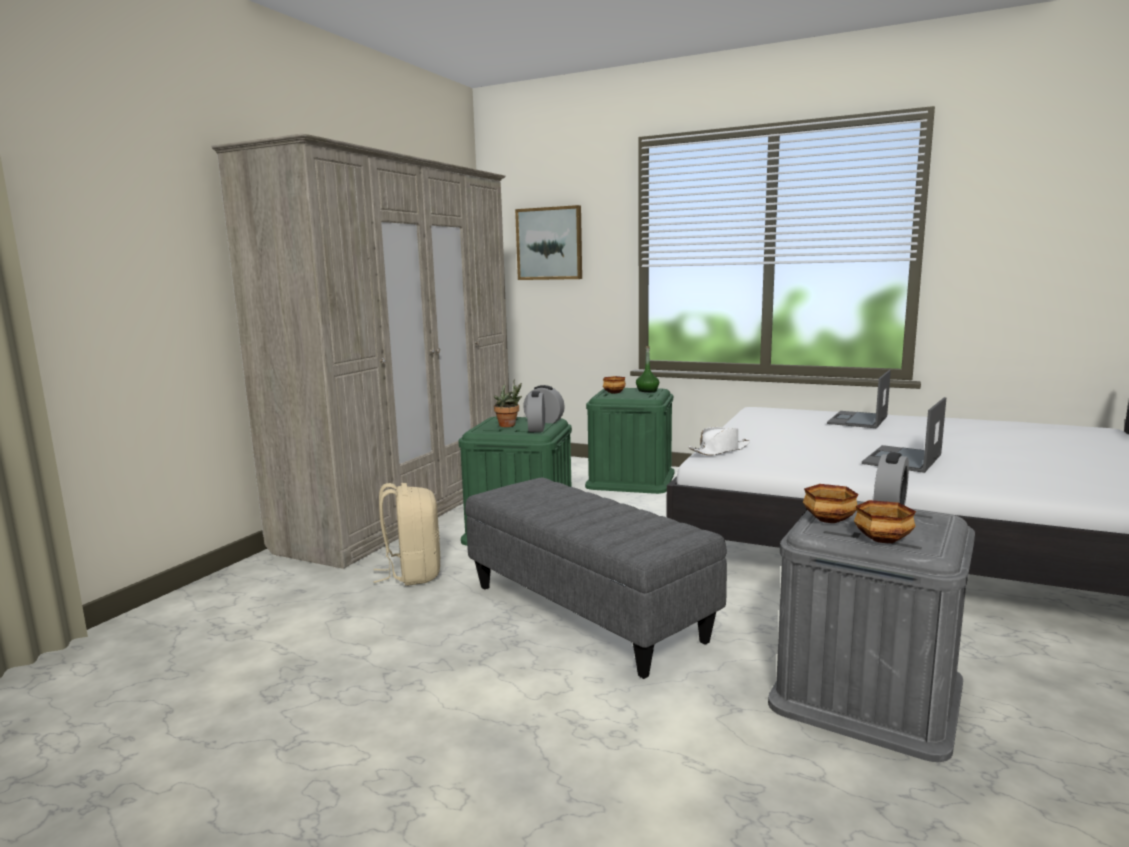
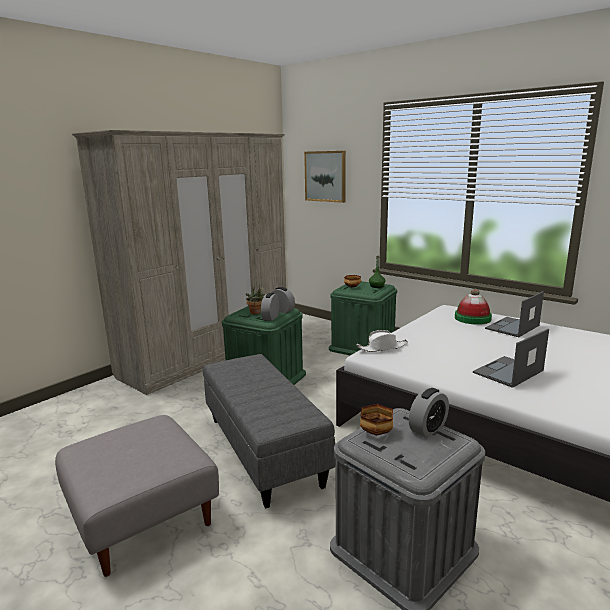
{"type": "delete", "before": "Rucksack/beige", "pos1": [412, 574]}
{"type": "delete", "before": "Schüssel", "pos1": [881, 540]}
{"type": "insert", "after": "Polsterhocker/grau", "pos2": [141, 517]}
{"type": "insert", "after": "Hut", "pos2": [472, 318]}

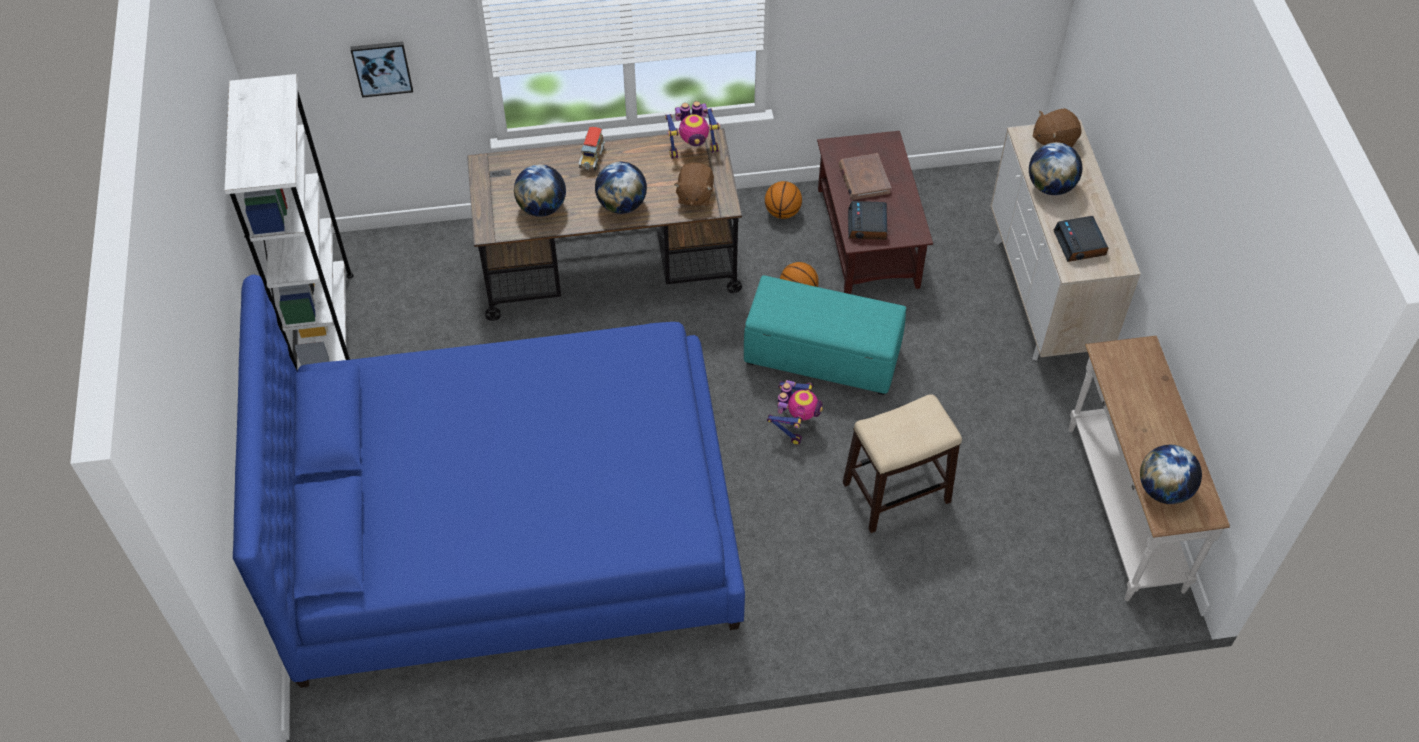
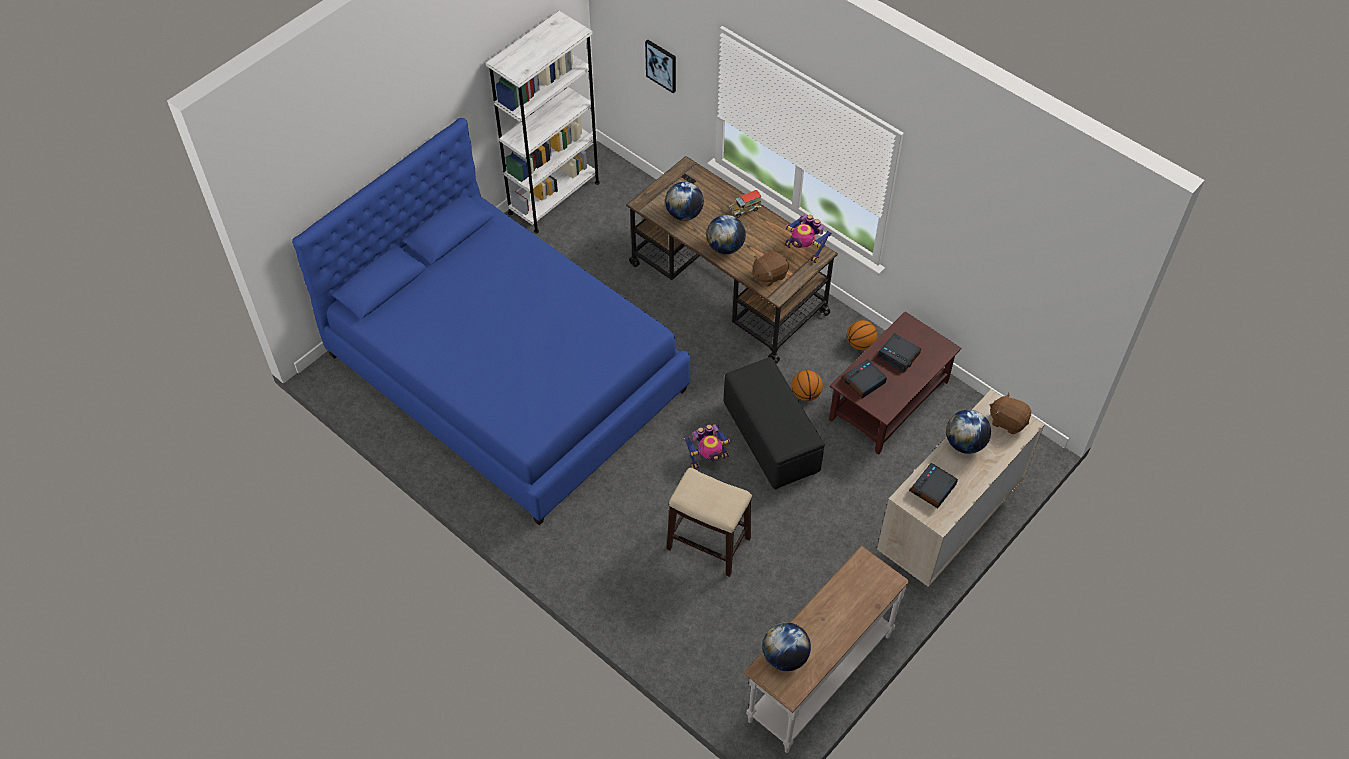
{"type": "recolor", "before": "Polsterhocker/türkis", "after": "Polsterhocker/schwarz", "pos1": [820, 356], "pos2": [770, 437]}
{"type": "replace", "before": "Buch/braun", "after": "Wecker", "pos1": [864, 179], "pos2": [899, 355]}

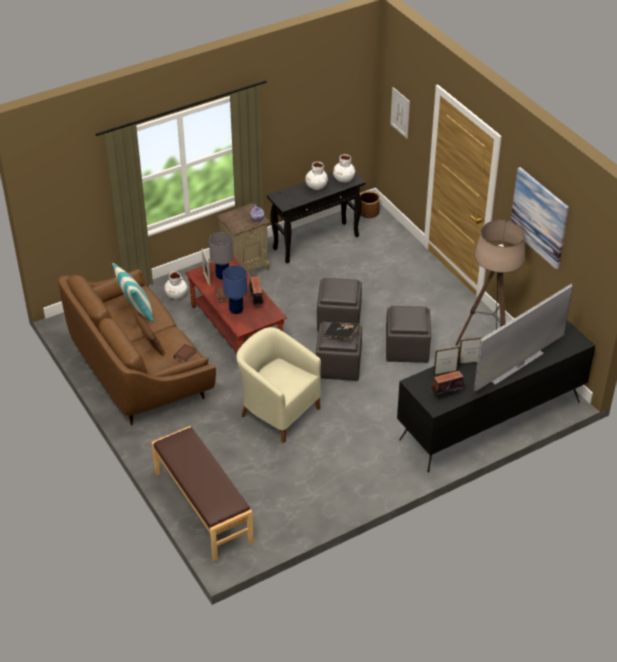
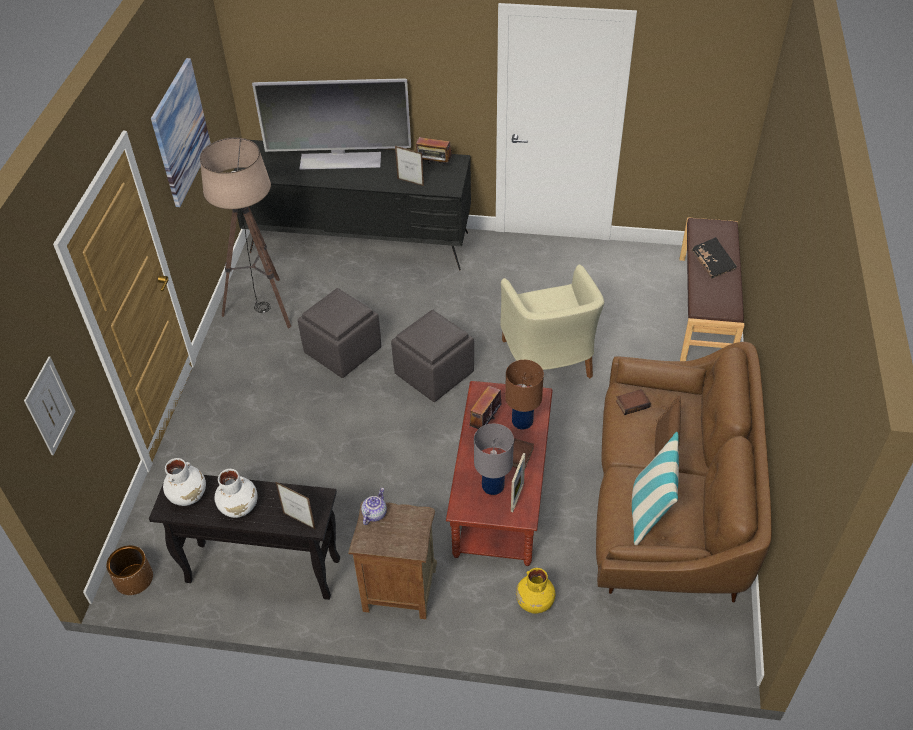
{"type": "recolor", "before": "Vase/weiß", "after": "Vase/gelb", "pos1": [176, 295], "pos2": [534, 602]}
{"type": "recolor", "before": "Tischlampe/blau", "after": "Tischlampe/braun", "pos1": [236, 310], "pos2": [522, 423]}
{"type": "delete", "before": "Polsterhocker/grau", "pos1": [339, 320]}
{"type": "move", "before": "Buch/schwarz", "pos1": [341, 335], "pos2": [712, 263]}
{"type": "move", "before": "Bilderrahmen", "pos1": [470, 363], "pos2": [299, 521]}

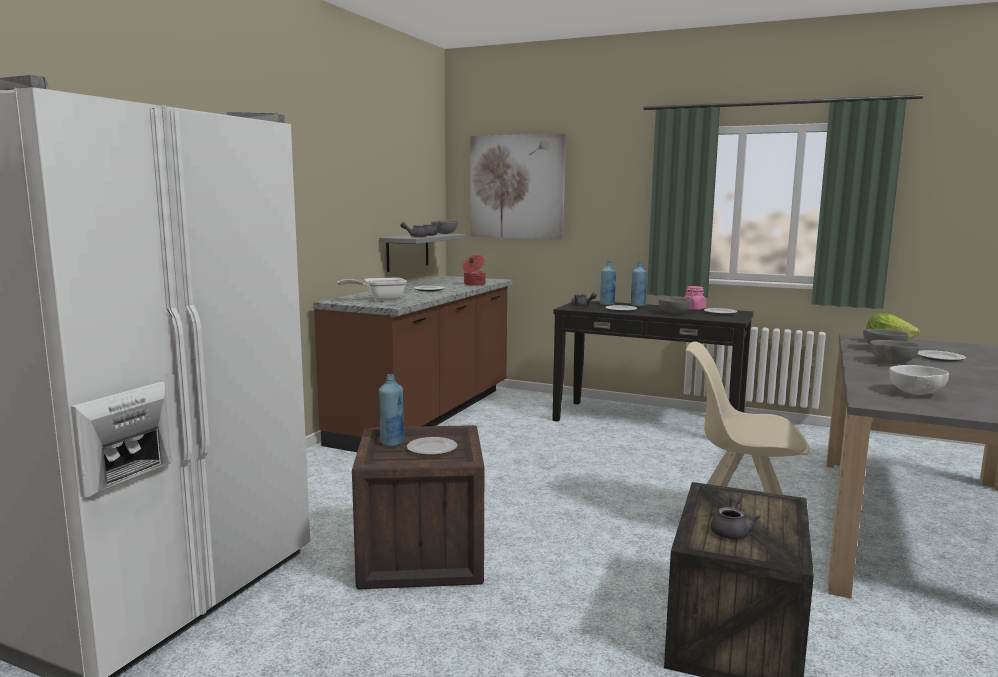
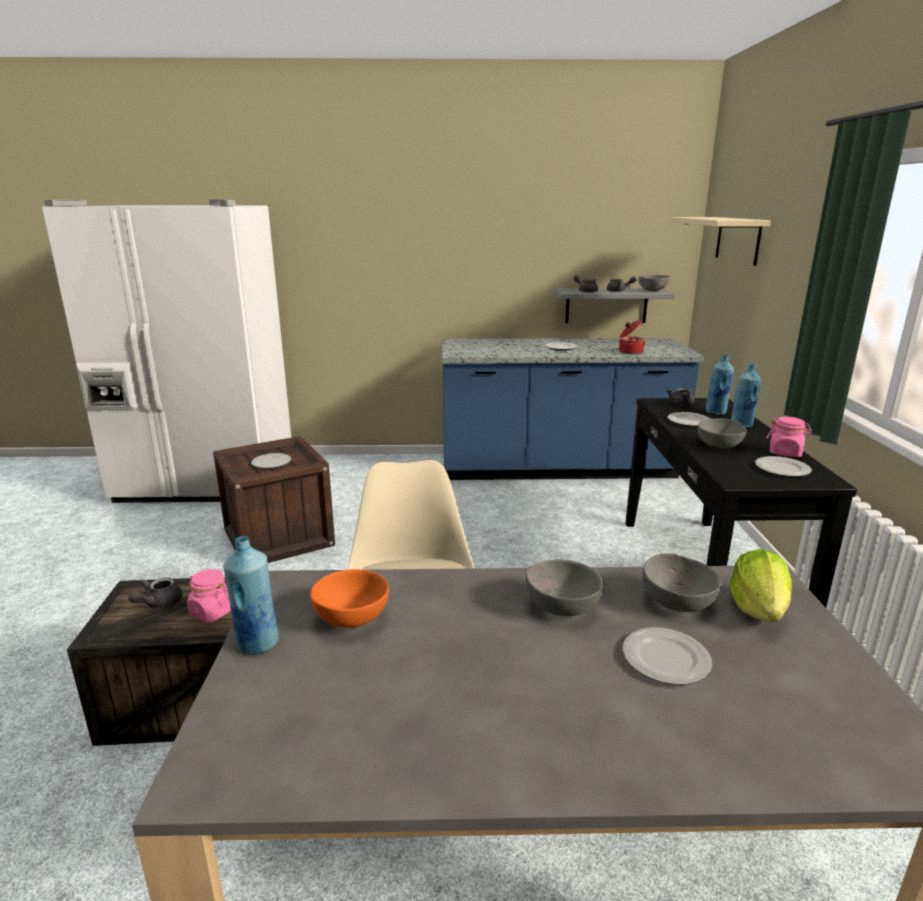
{"type": "recolor", "before": "Küchenzeile/braun", "after": "Küchenzeile/blau", "pos1": [427, 416], "pos2": [558, 470]}
{"type": "delete", "before": "Pfanne", "pos1": [380, 299]}
{"type": "move", "before": "Flasche/blau", "pos1": [392, 443], "pos2": [257, 643]}
{"type": "replace", "before": "Bild", "after": "Wandregal/beige", "pos1": [516, 187], "pos2": [738, 240]}
{"type": "rotate", "before": "Teekanne/grau", "pos1": [731, 531], "pos2": [159, 603], "turn": 120}
{"type": "recolor", "before": "Schüssel/weiß", "after": "Schüssel/orange", "pos1": [916, 394], "pos2": [349, 618]}
{"type": "insert", "after": "Vorratsglas/rosa", "pos2": [212, 612]}

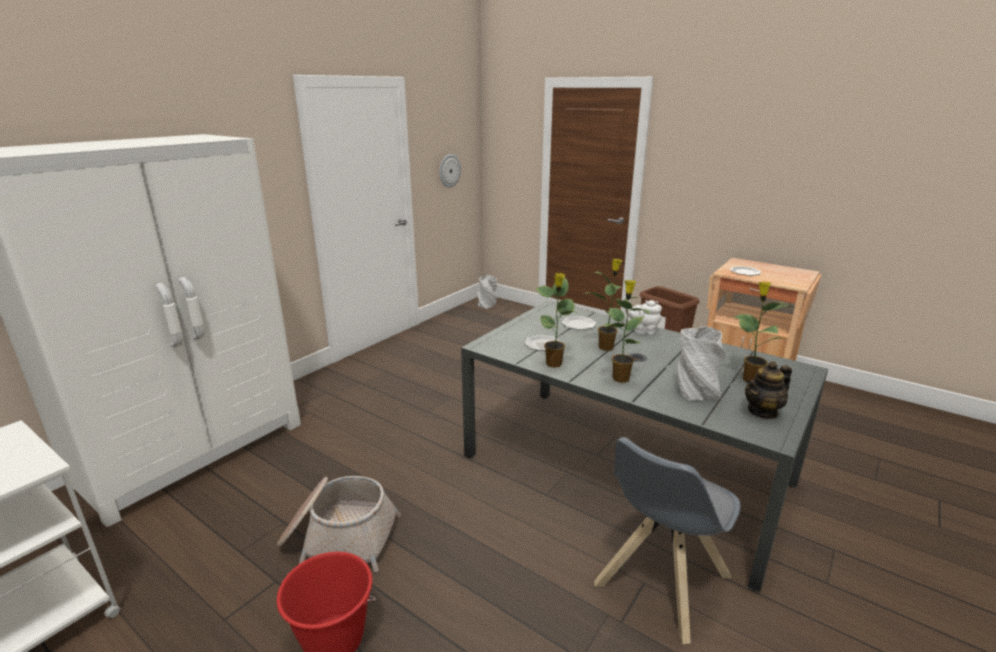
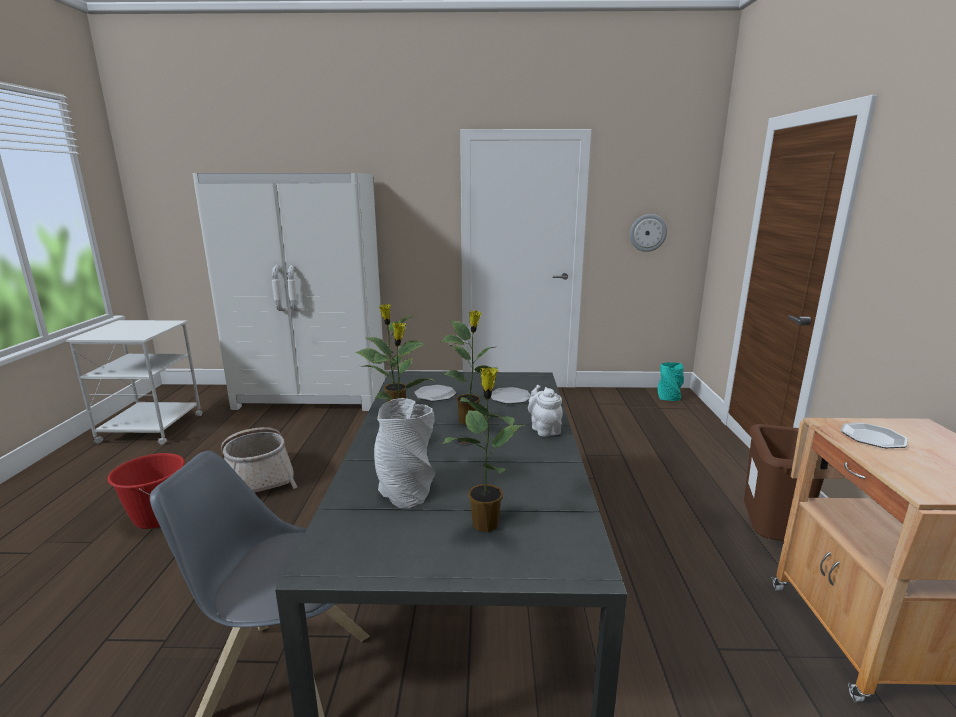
{"type": "recolor", "before": "Vase/grau", "after": "Vase/türkis", "pos1": [487, 305], "pos2": [669, 398]}
{"type": "delete", "before": "Teekanne", "pos1": [763, 411]}

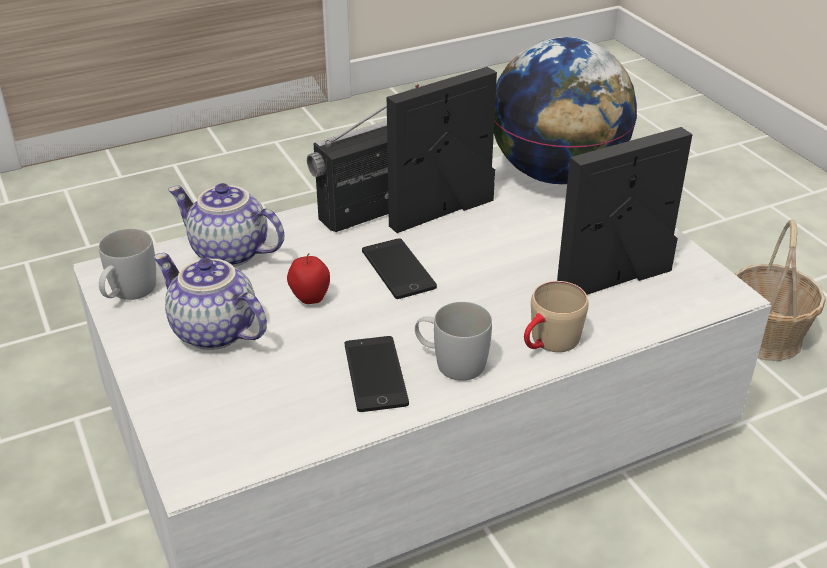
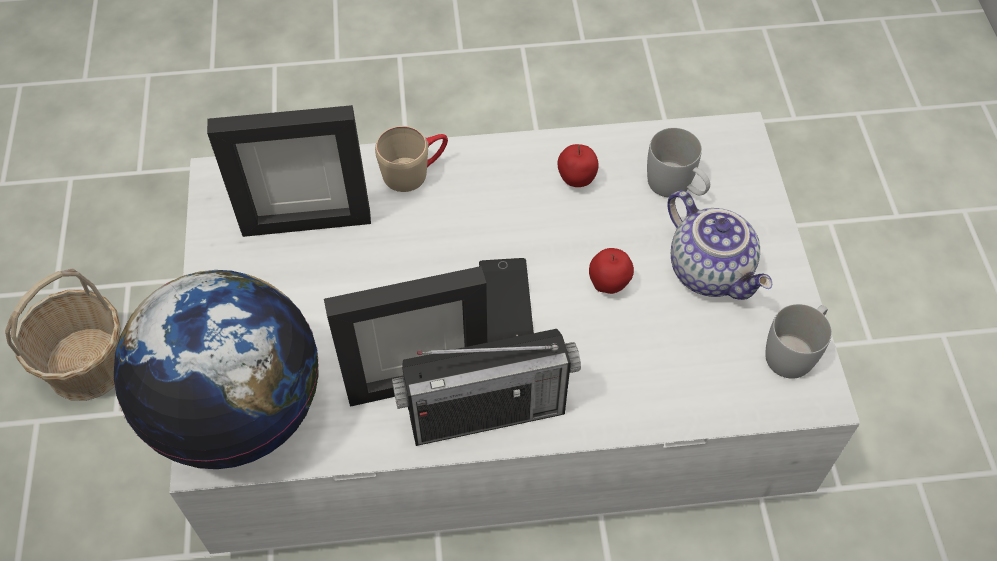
{"type": "delete", "before": "Teekanne", "pos1": [228, 253]}
{"type": "replace", "before": "Handy", "after": "Apfel", "pos1": [375, 374], "pos2": [576, 181]}
{"type": "move", "before": "Henkelbecher/weiß", "pos1": [451, 362], "pos2": [676, 187]}

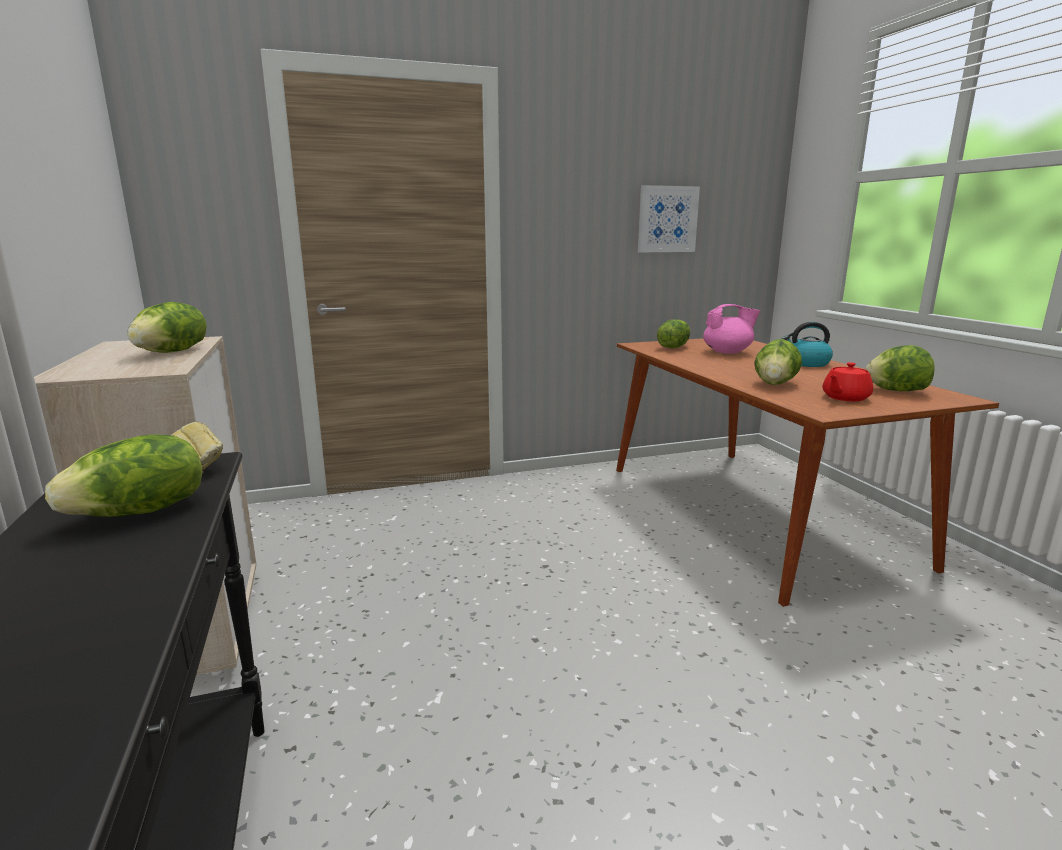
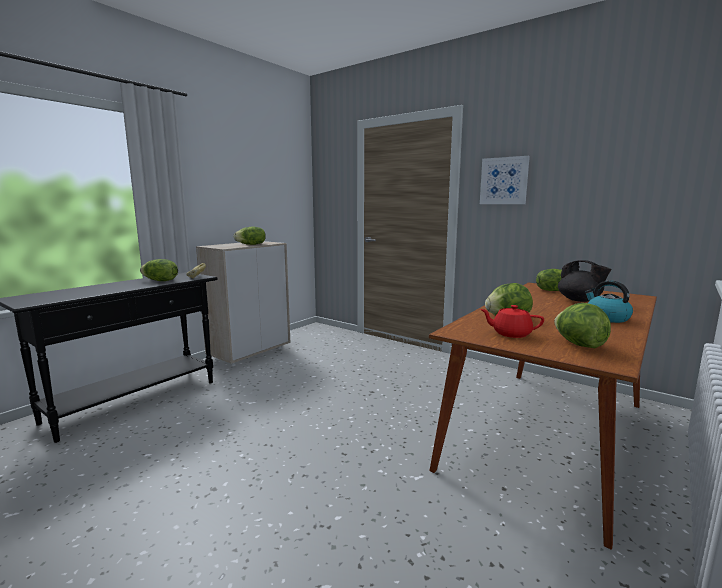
{"type": "move", "before": "Bild", "pos1": [667, 219], "pos2": [504, 181]}
{"type": "recolor", "before": "Teekanne/rosa", "after": "Teekanne/schwarz", "pos1": [728, 352], "pos2": [579, 300]}

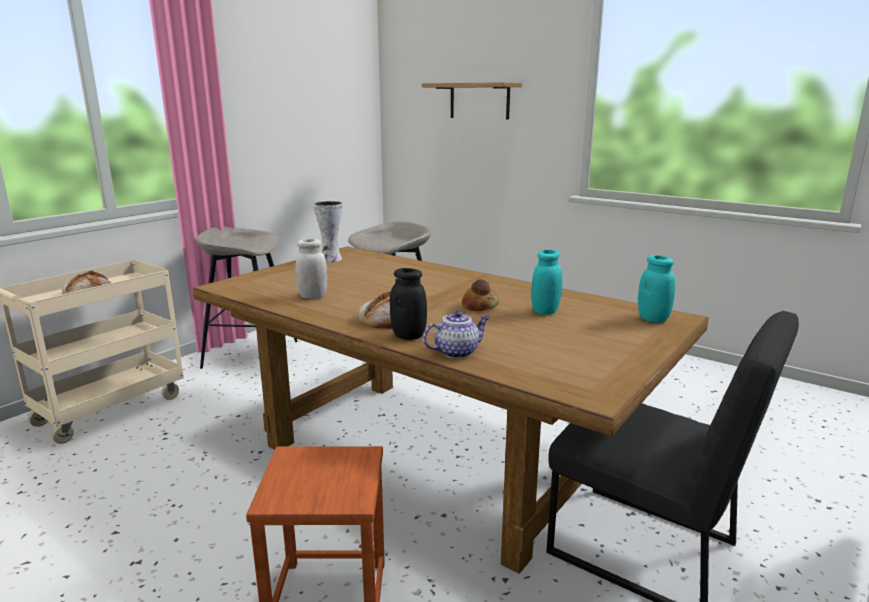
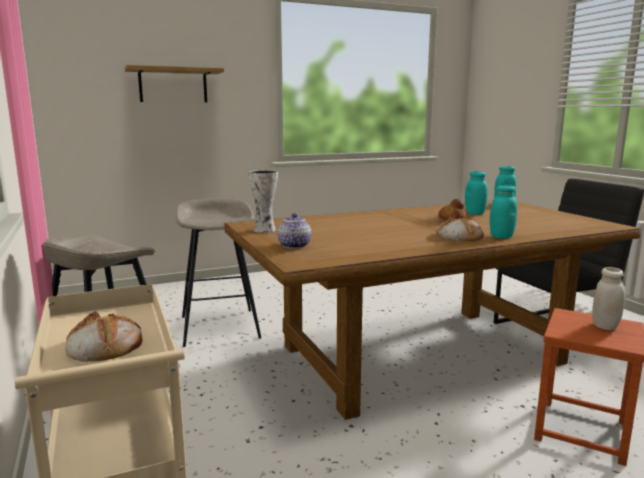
{"type": "move", "before": "Vorratsglas/weiß", "pos1": [312, 296], "pos2": [605, 326]}
{"type": "recolor", "before": "Vorratsglas/schwarz", "after": "Vorratsglas/türkis", "pos1": [408, 336], "pos2": [501, 236]}
{"type": "move", "before": "Teekanne", "pos1": [457, 352], "pos2": [294, 245]}

